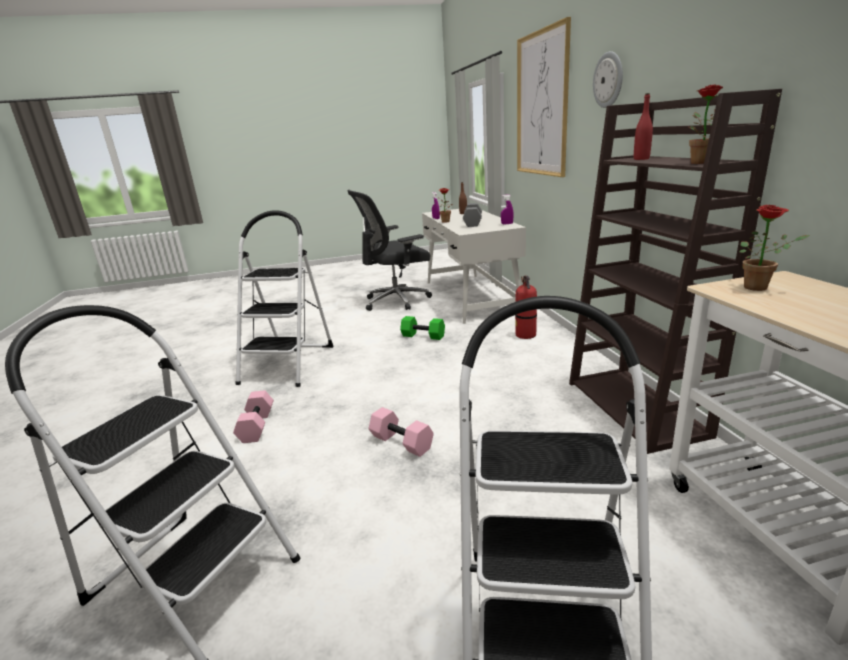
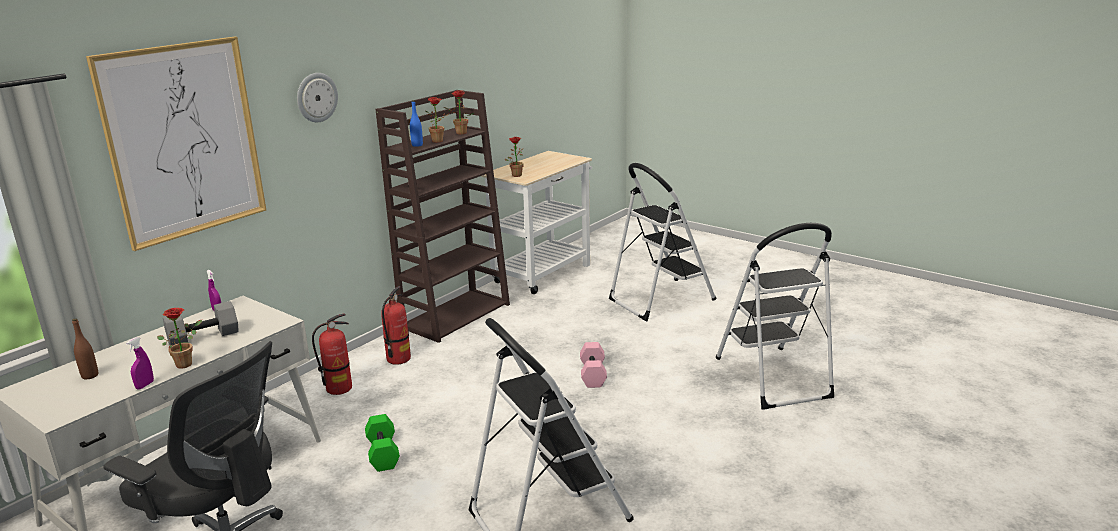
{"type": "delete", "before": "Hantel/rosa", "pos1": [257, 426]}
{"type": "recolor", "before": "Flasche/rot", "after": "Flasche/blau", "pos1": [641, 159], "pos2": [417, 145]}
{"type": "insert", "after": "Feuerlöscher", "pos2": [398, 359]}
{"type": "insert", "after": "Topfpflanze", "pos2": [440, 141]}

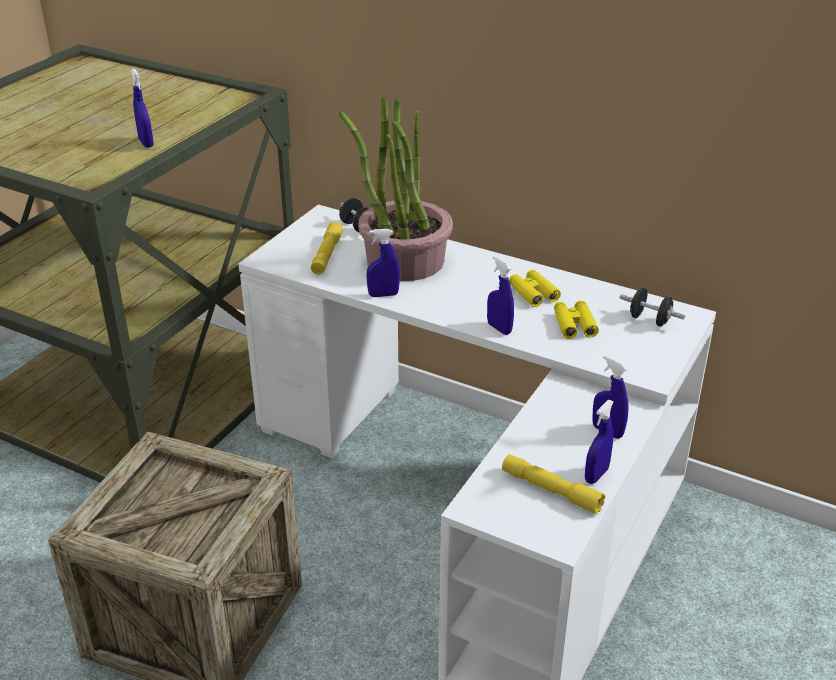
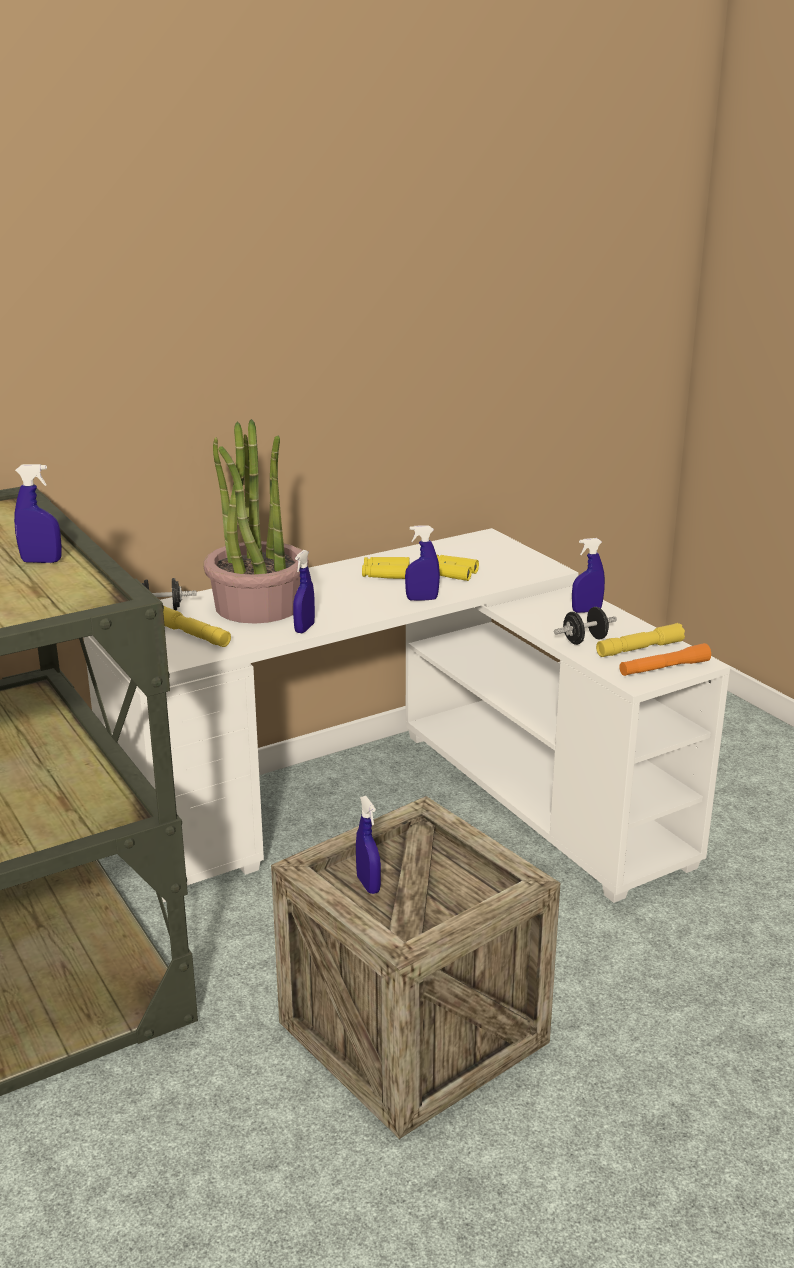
{"type": "move", "before": "Sprühflasche/blau", "pos1": [596, 475], "pos2": [368, 885]}
{"type": "move", "before": "Hantel/schwarz", "pos1": [649, 320], "pos2": [584, 640]}
{"type": "insert", "after": "Taschenlampe/orange", "pos2": [664, 668]}

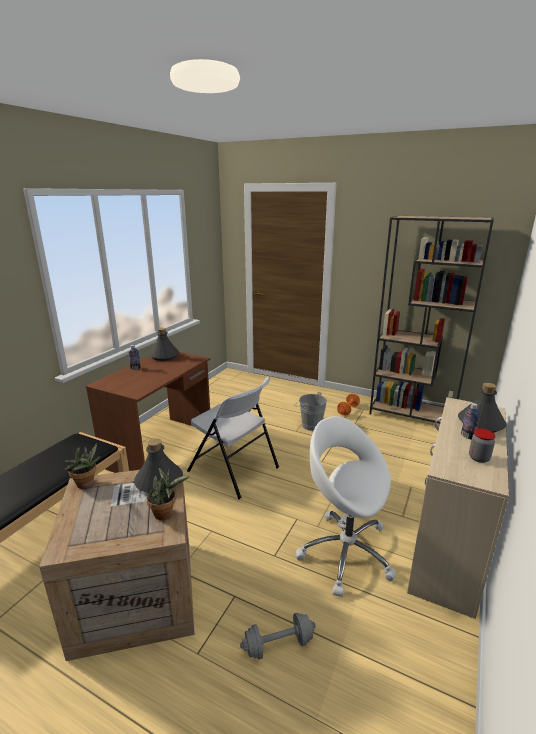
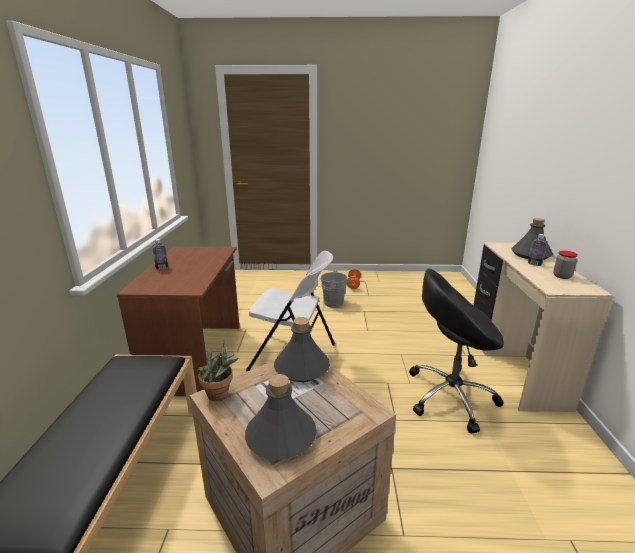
{"type": "delete", "before": "Topfpflanze", "pos1": [166, 513]}
{"type": "move", "before": "Flasche/grau", "pos1": [164, 356], "pos2": [281, 436]}
{"type": "delete", "before": "Hantel/grau", "pos1": [278, 644]}
{"type": "recolor", "before": "Bürostuhl/weiß", "after": "Bürostuhl/schwarz", "pos1": [344, 551], "pos2": [448, 396]}
{"type": "delete", "before": "Bücherregal", "pos1": [412, 415]}

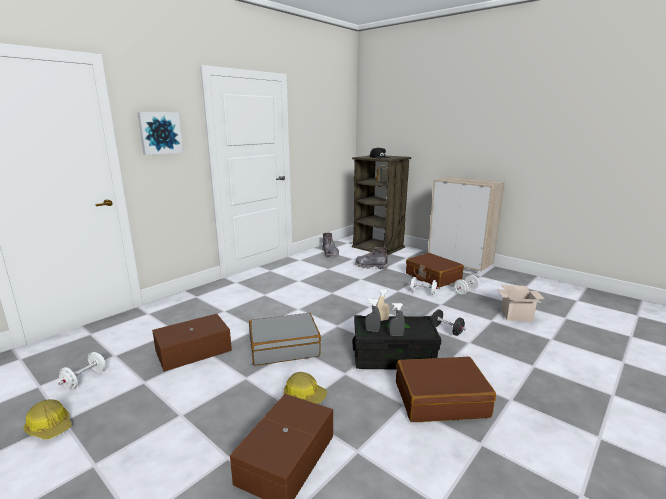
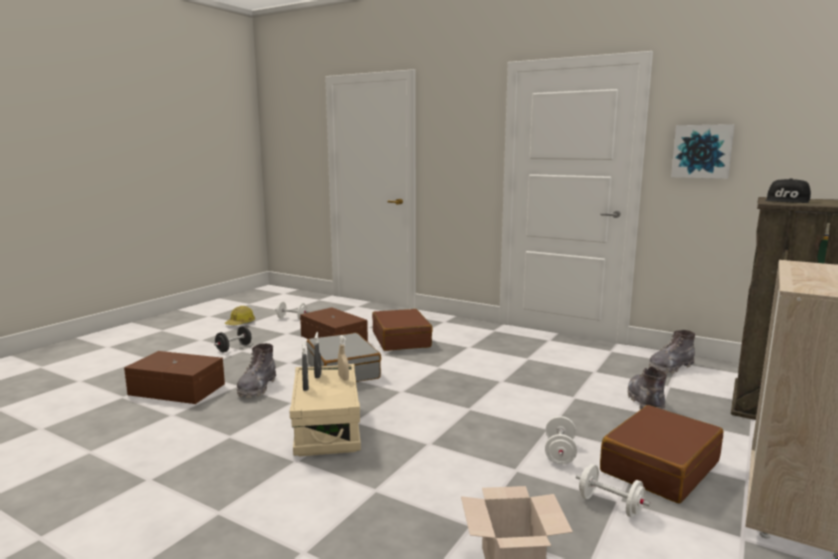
{"type": "move", "before": "Bild", "pos1": [160, 133], "pos2": [702, 151]}
{"type": "replace", "before": "Schutzhelm", "after": "Stiefel/grau", "pos1": [304, 395], "pos2": [257, 387]}
{"type": "recolor", "before": "Aufbewahrungsbox/schwarz", "after": "Aufbewahrungsbox/beige", "pos1": [393, 357], "pos2": [327, 428]}
{"type": "move", "before": "Koffer/braun", "pos1": [440, 399], "pos2": [401, 339]}
{"type": "move", "before": "Hantel/schwarz", "pos1": [446, 330], "pos2": [234, 348]}

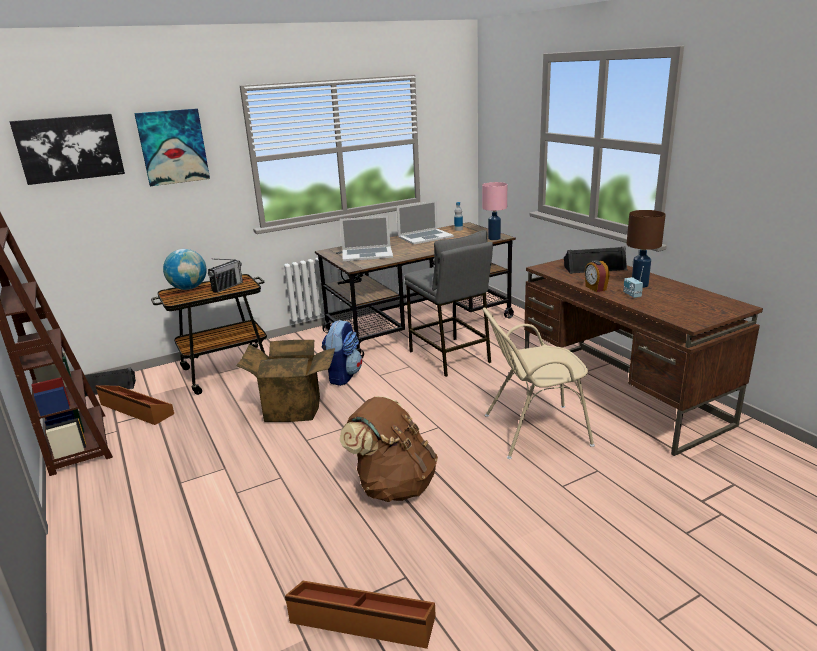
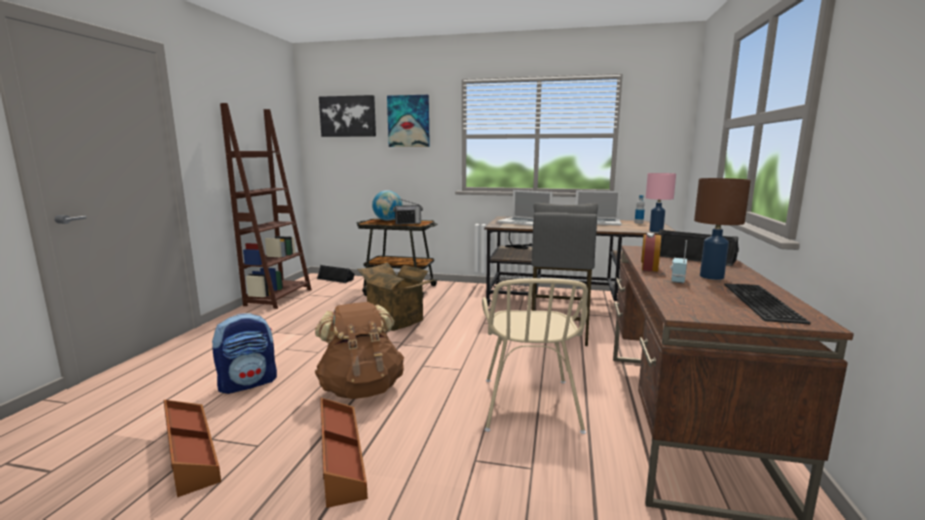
{"type": "move", "before": "Aufbewahrungsbox/braun", "pos1": [135, 409], "pos2": [340, 458]}
{"type": "move", "before": "Rucksack", "pos1": [343, 376], "pos2": [248, 383]}
{"type": "rotate", "before": "Stuhl/beige", "pos1": [532, 430], "pos2": [530, 407], "turn": -120}
{"type": "insert", "after": "Tastatur", "pos2": [758, 301]}

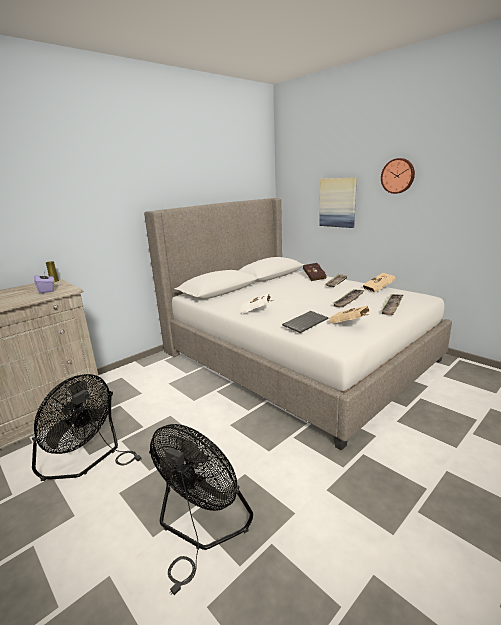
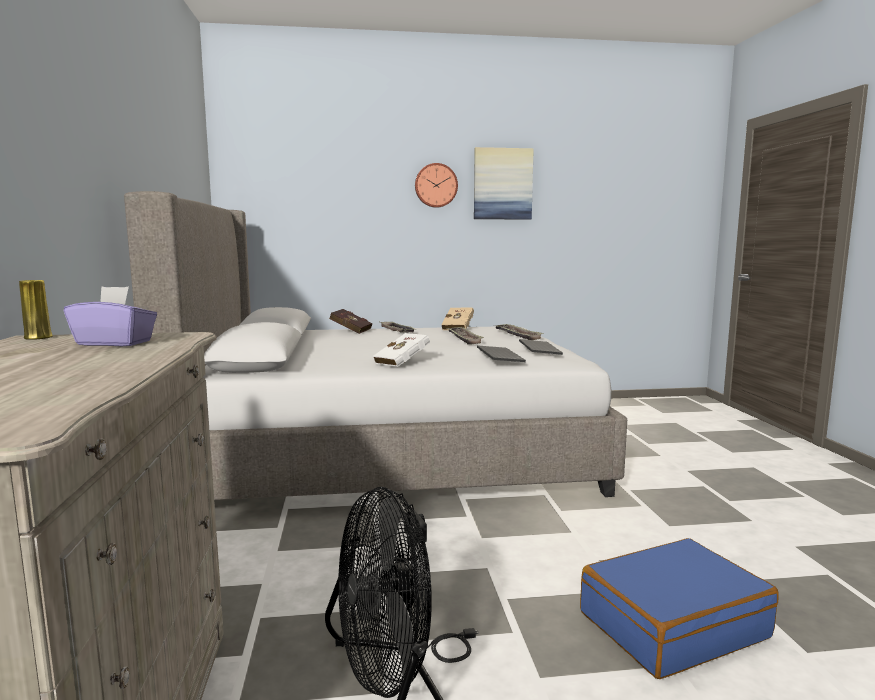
{"type": "replace", "before": "Ventilator/schwarz", "after": "Koffer/blau", "pos1": [194, 527], "pos2": [672, 624]}
{"type": "move", "before": "Bild", "pos1": [337, 202], "pos2": [502, 184]}
{"type": "replace", "before": "Buch/beige", "after": "Tastatur", "pos1": [350, 324], "pos2": [538, 348]}

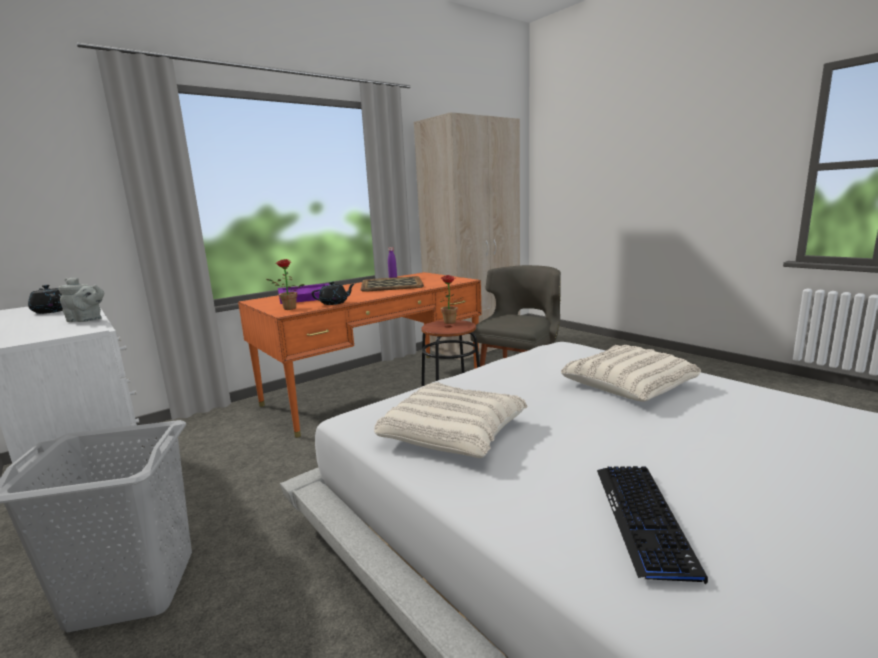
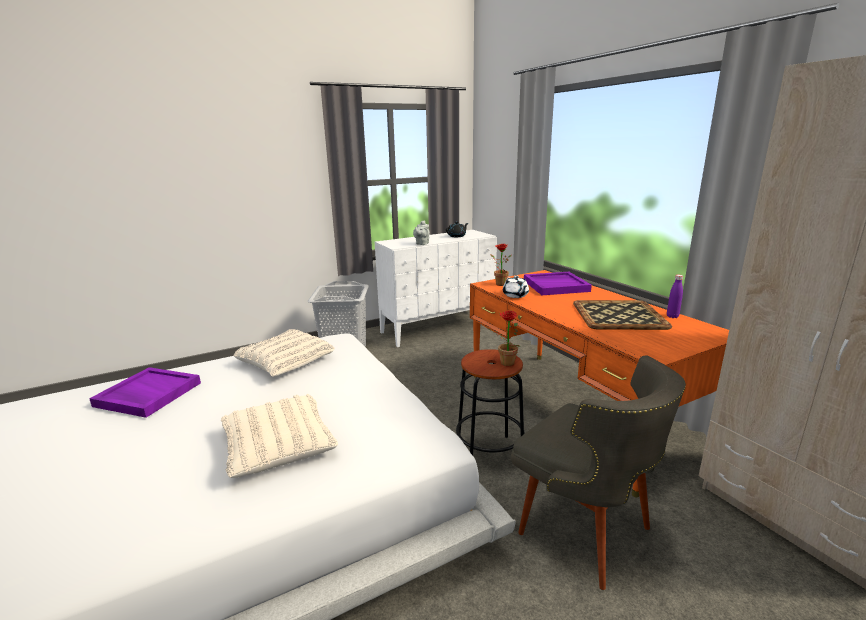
{"type": "recolor", "before": "Teekanne/schwarz", "after": "Teekanne/weiß", "pos1": [334, 303], "pos2": [515, 295]}
{"type": "replace", "before": "Tastatur", "after": "Tablett/lila", "pos1": [644, 519], "pos2": [147, 394]}

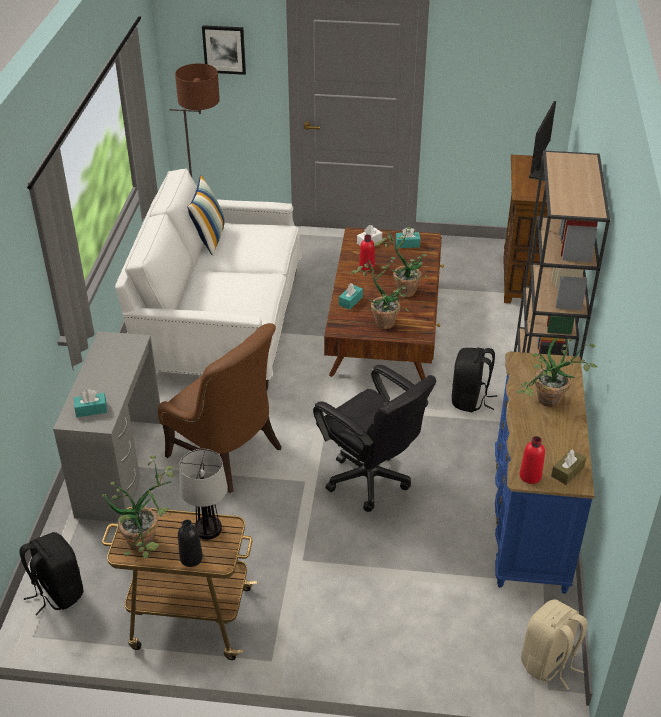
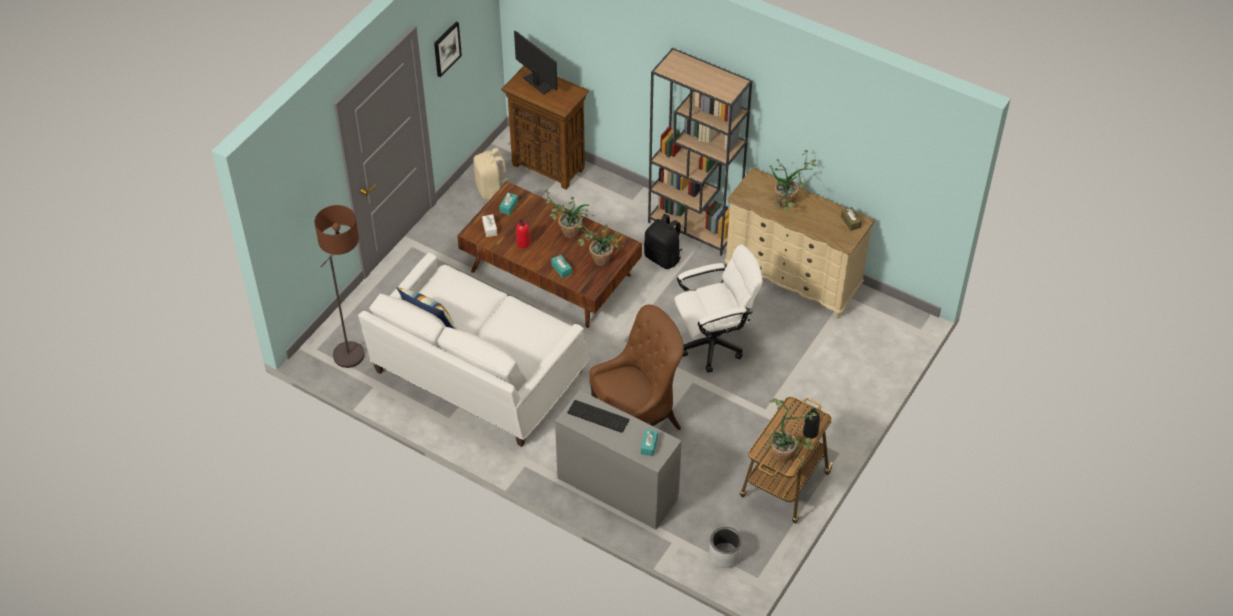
{"type": "replace", "before": "Rucksack/schwarz", "after": "Pflanzkübel/grau", "pos1": [57, 592], "pos2": [724, 555]}
{"type": "delete", "before": "Tischlampe", "pos1": [208, 529]}
{"type": "move", "before": "Bild", "pos1": [224, 49], "pos2": [446, 48]}
{"type": "recolor", "before": "Bürostuhl/schwarz", "after": "Bürostuhl/weiß", "pos1": [372, 483], "pos2": [715, 345]}
{"type": "recolor", "before": "Kommode/blau", "after": "Kommode/beige", "pos1": [529, 521], "pos2": [793, 279]}
{"type": "delete", "before": "Flasche/rot", "pos1": [530, 476]}
{"type": "move", "before": "Rucksack/beige", "pos1": [549, 662], "pos2": [491, 189]}
{"type": "insert", "after": "Tastatur", "pos2": [597, 417]}

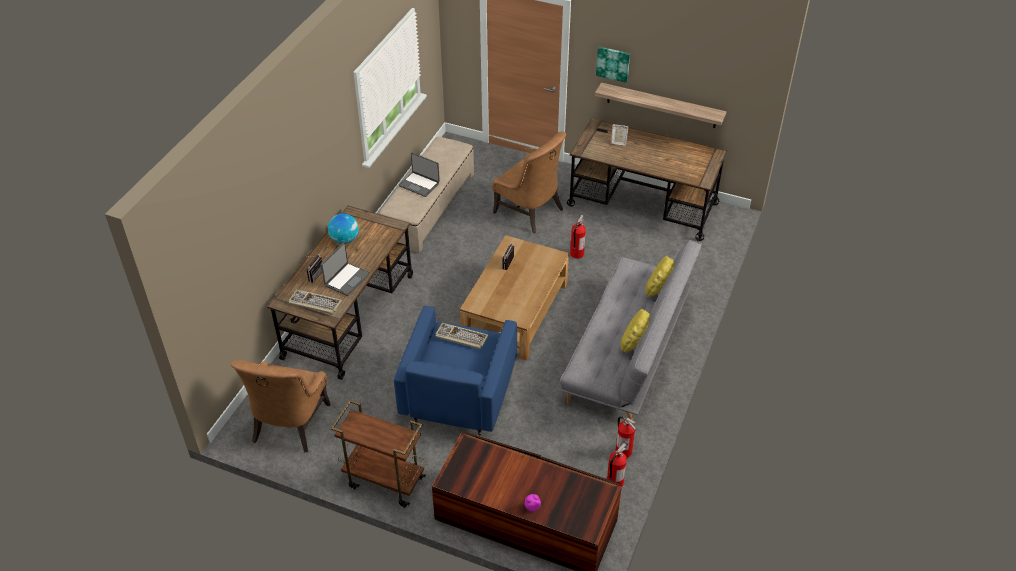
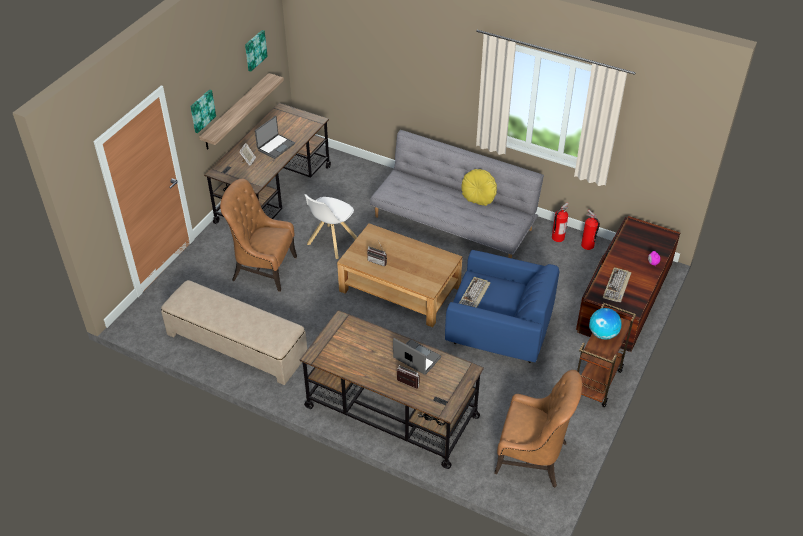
{"type": "move", "before": "Tastatur", "pos1": [314, 303], "pos2": [617, 286]}
{"type": "move", "before": "Globus", "pos1": [344, 239], "pos2": [603, 334]}
{"type": "move", "before": "Laptop", "pos1": [419, 184], "pos2": [275, 146]}
{"type": "rotate", "before": "Stuhl/braun", "pos1": [529, 211], "pos2": [263, 269], "turn": -120}
{"type": "replace", "before": "Feuerlöscher", "after": "Stuhl/weiß", "pos1": [576, 254], "pos2": [331, 242]}
{"type": "delete", "before": "Kissen/gelb", "pos1": [657, 290]}
{"type": "insert", "after": "Bild", "pos2": [255, 50]}

